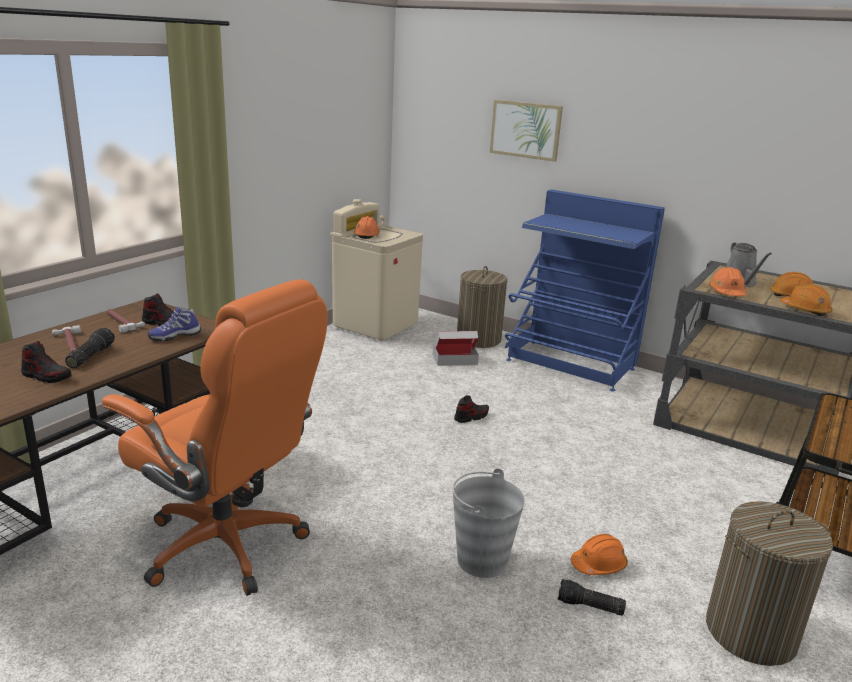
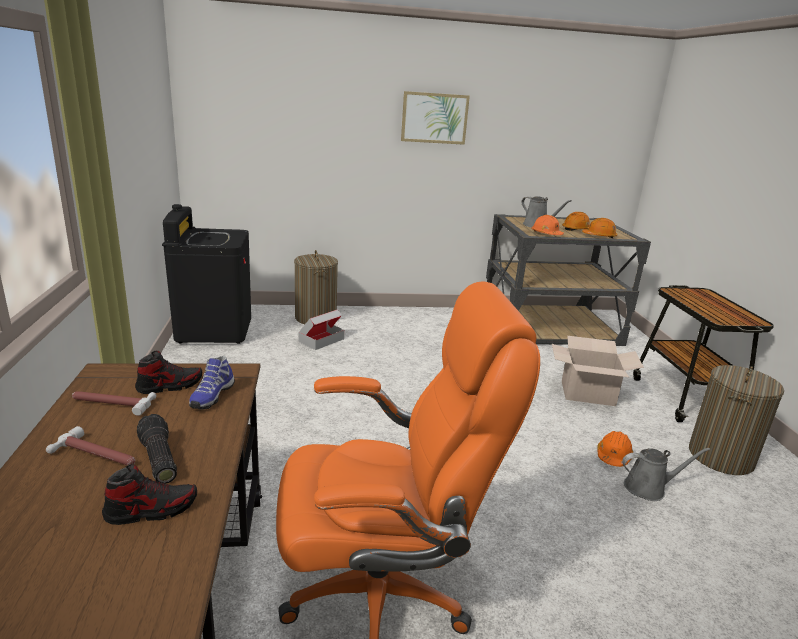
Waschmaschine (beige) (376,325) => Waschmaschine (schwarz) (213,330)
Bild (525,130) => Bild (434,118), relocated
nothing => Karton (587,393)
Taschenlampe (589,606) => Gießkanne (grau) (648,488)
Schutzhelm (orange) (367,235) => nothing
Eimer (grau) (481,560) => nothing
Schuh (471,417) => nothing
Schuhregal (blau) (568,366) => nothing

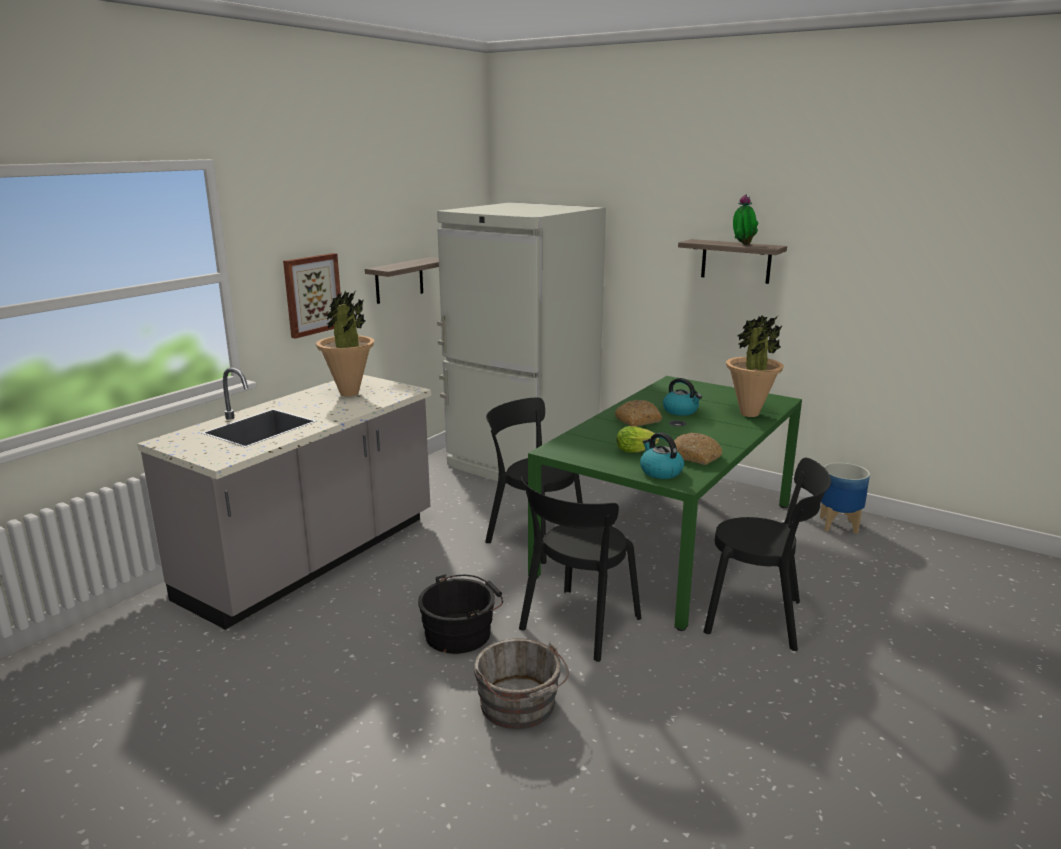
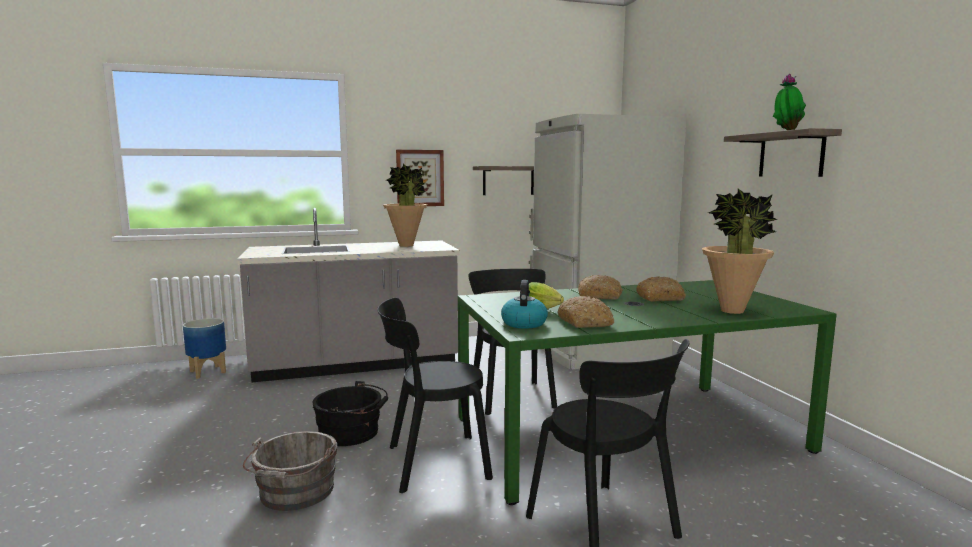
Pflanzkübel (837,525) => Pflanzkübel (207,372), relocated
Wasserkessel (681,411) => Brot (660,298)

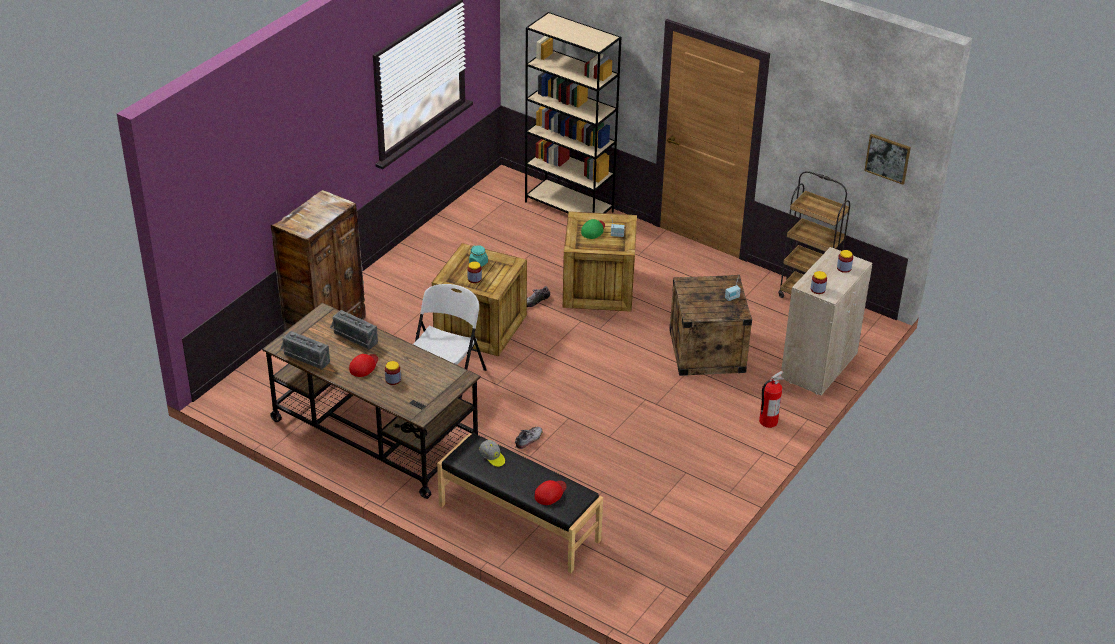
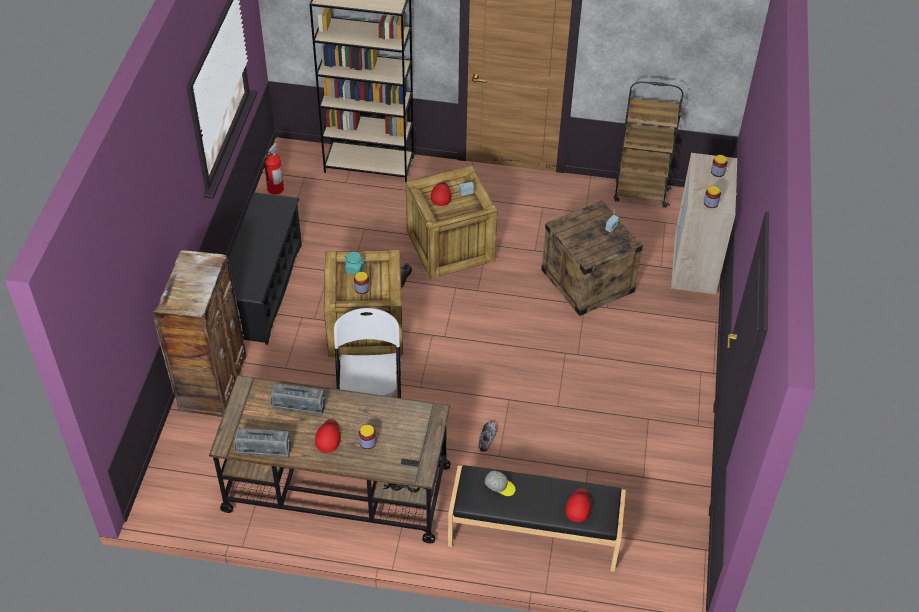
nothing => Schuhregal (schwarz) (263,290)
Feuerlöscher (767,421) => Feuerlöscher (275,189), relocated
Kappe (grün) (593,230) => Kappe (rot) (441,195)
Bild (887,158) => nothing

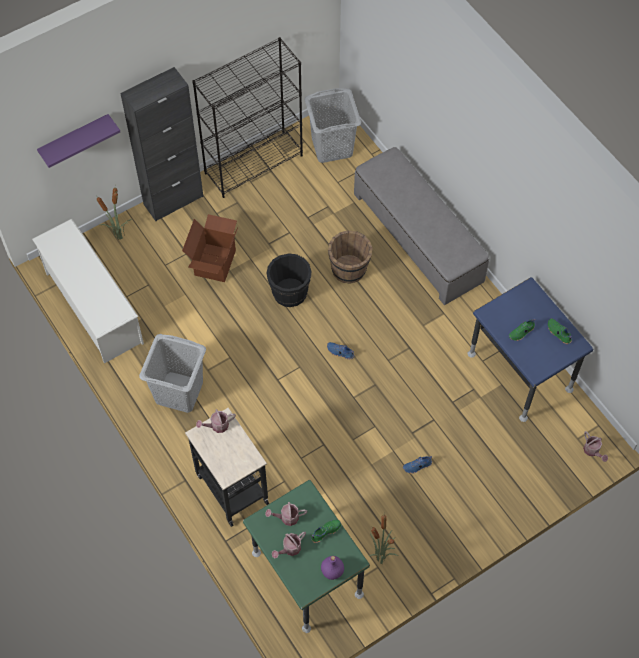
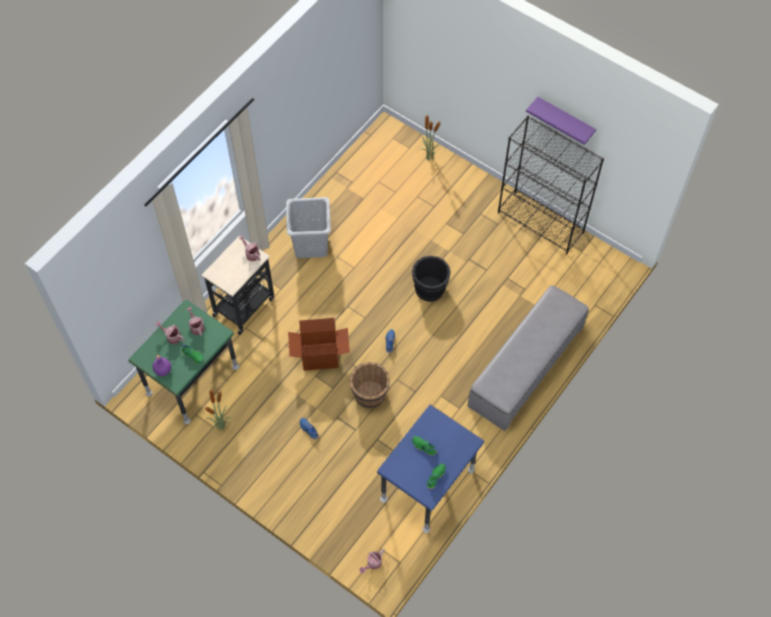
Karton (214,262) => Karton (320,355), relocated
Eimer (braun) (349,269) => Eimer (braun) (370,395), relocated
Wandregal (lila) (75,139) => Wandregal (lila) (565,120), relocated
Schuhregal (weiß) (93,307) => nothing
Schrank (schwarz) (173,200) => nothing
Wäschekorb (grau) (331,147) => nothing

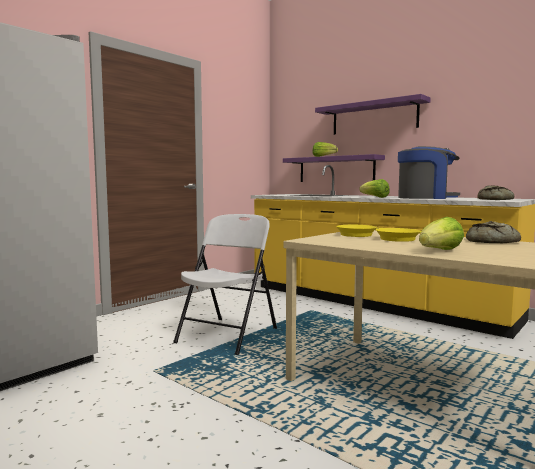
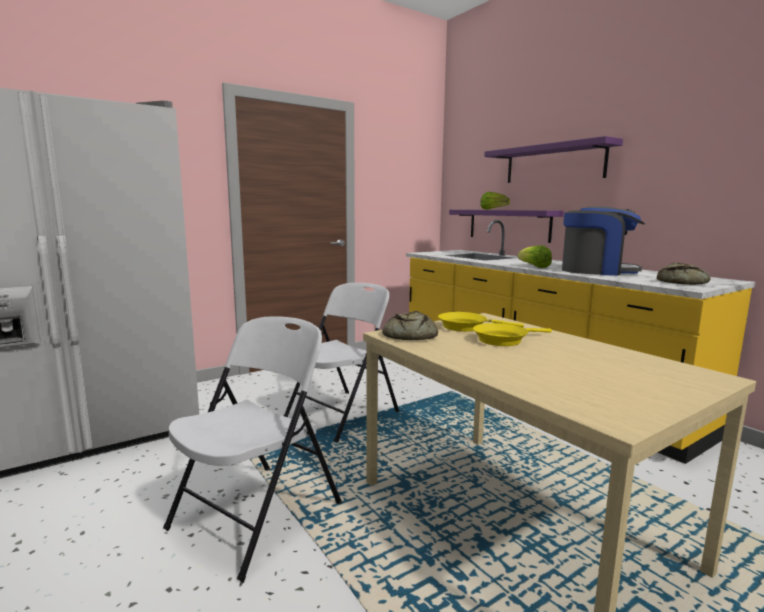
nothing => Stuhl (weiß) (257,516)
Brot (492,242) => Brot (408,335), relocated
Salatkopf (440,251) => nothing

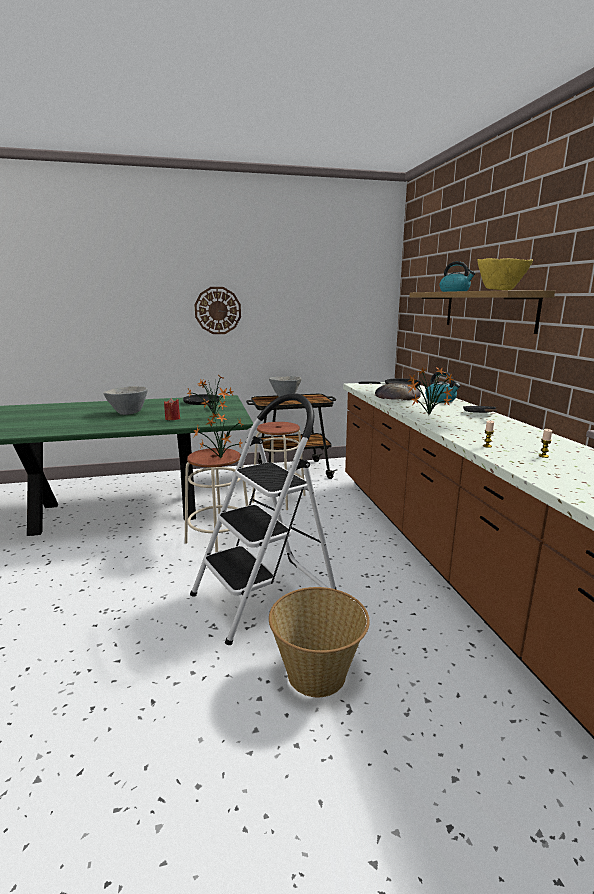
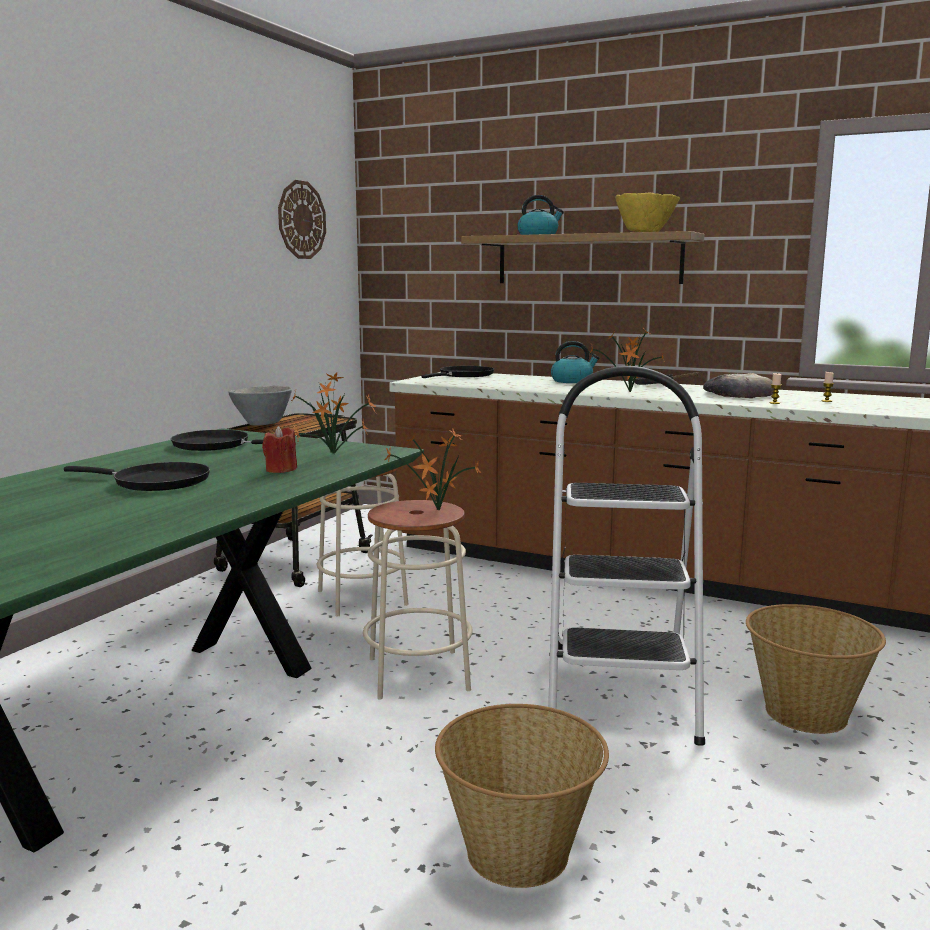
Schüssel (grau) (128,413) => Pfanne (schwarz) (156,482)
Wanduhr (218,310) => Wanduhr (301,220), relocated
nothing => Korb (519,853)
Brot (397,396) => Brot (739,394), relocated

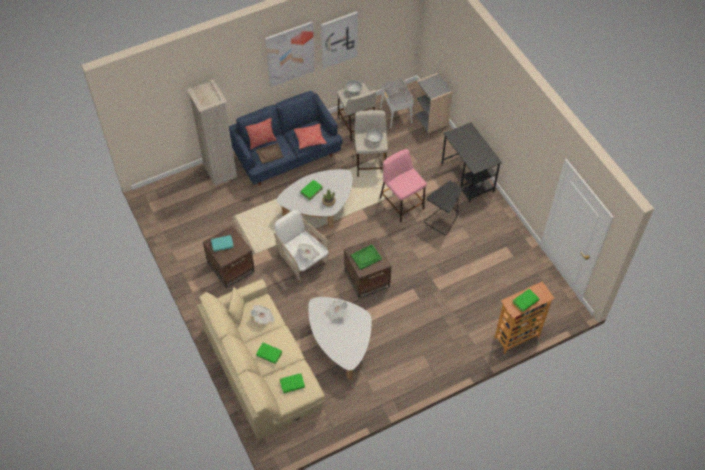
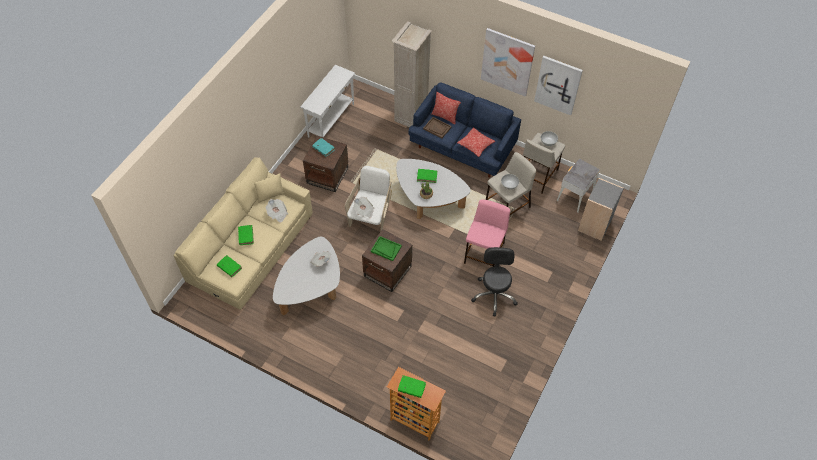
nothing => Konsolentisch (weiß) (331,120)
Beistelltisch (schwarz) (443,219) => Bürostuhl (schwarz) (494,293)
Schreibtisch (schwarz) (468,177) => nothing

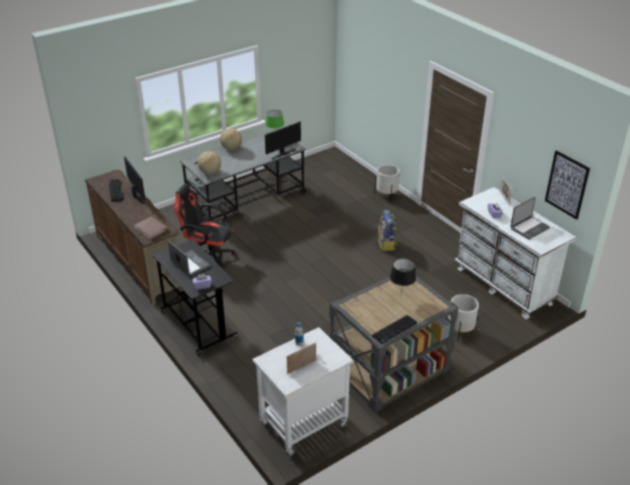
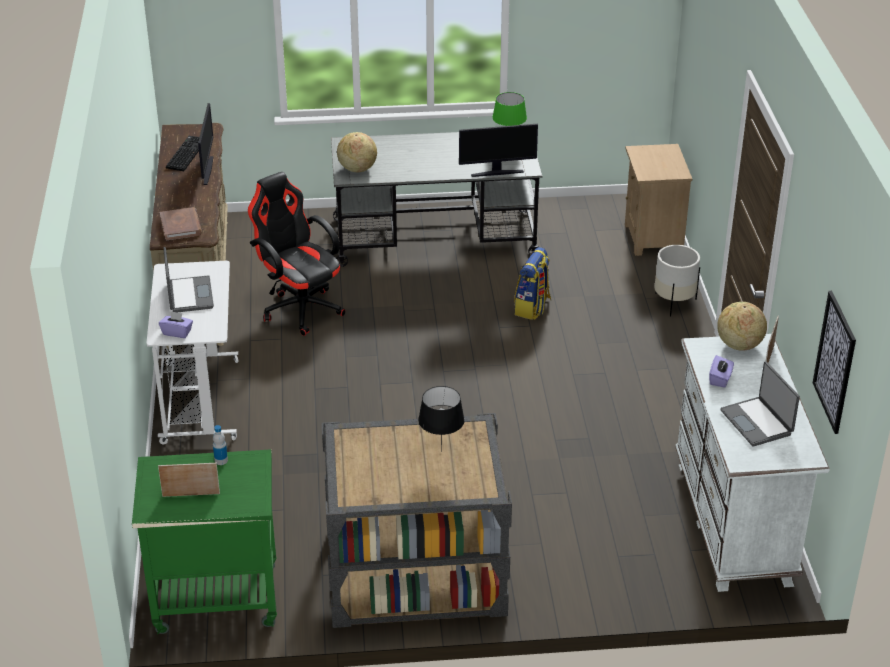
Rollwagen (weiß) (303,425) => Rollwagen (grün) (215,600)
Schreibtisch (schwarz) (198,325) => Schreibtisch (weiß) (200,401)
Rucksack (387,244) => Rucksack (532,308), relocated
nothing => Nachttisch (beige) (651,239)
Globus (231,148) => Globus (739,345), relocated
Laptop (529,228) => Laptop (757,422), 75 degrees clockwise
Tastatur (395,330) => nothing
Pflanzkübel (weiß) (460,331) => nothing

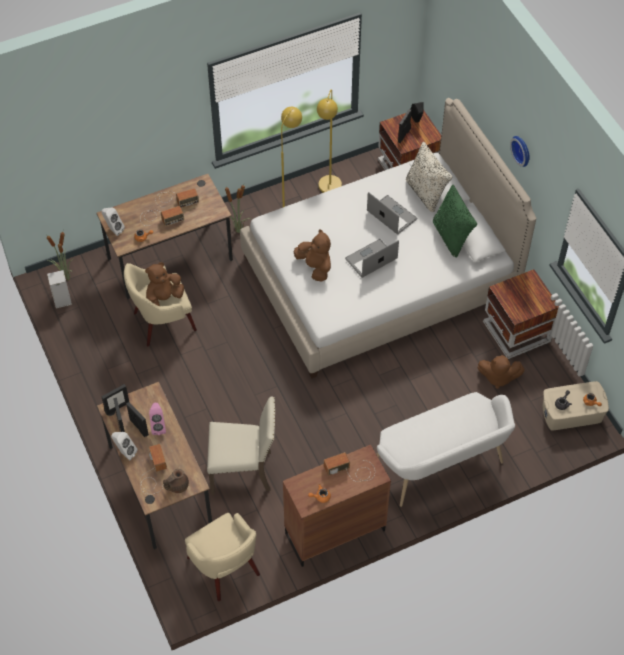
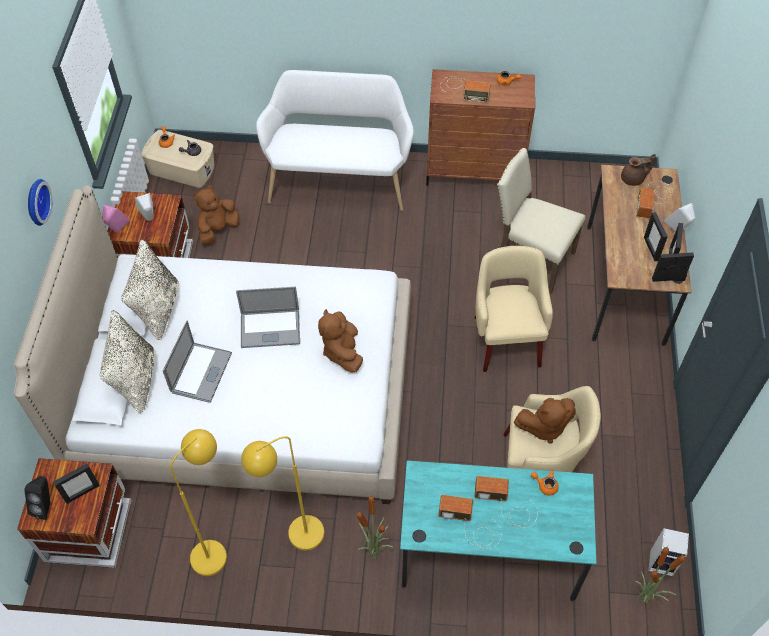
Lautsprecher (rosa) (158,426) => Lautsprecher (rosa) (118,231), relocated
Kissen (grün) (451,238) => Kissen (beige) (159,310)
Lautsprecher (weiß) (113,230) => Lautsprecher (weiß) (150,219), relocated
Laptop (391,215) => Laptop (201,372), 150 degrees counterclockwise
Plüschtier (braun) (498,377) => Plüschtier (braun) (218,229), 90 degrees counterclockwise
Schreibtisch (braun) (170,259) => Schreibtisch (türkis) (488,553)
Sessel (beige) (225,568) => Sessel (beige) (506,339), relocated

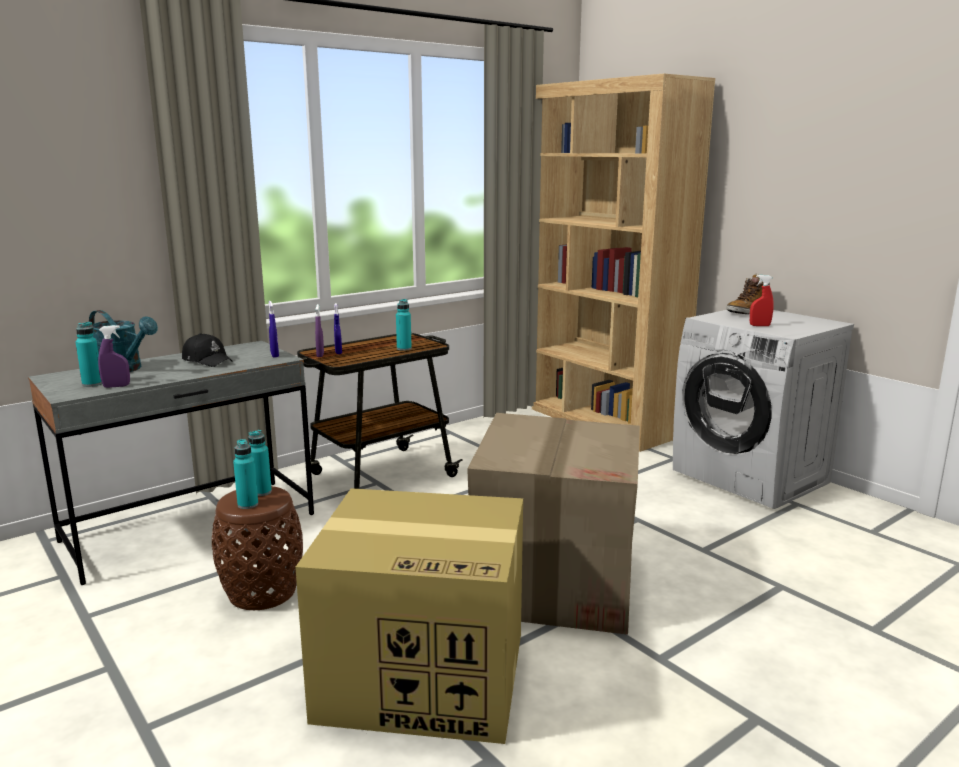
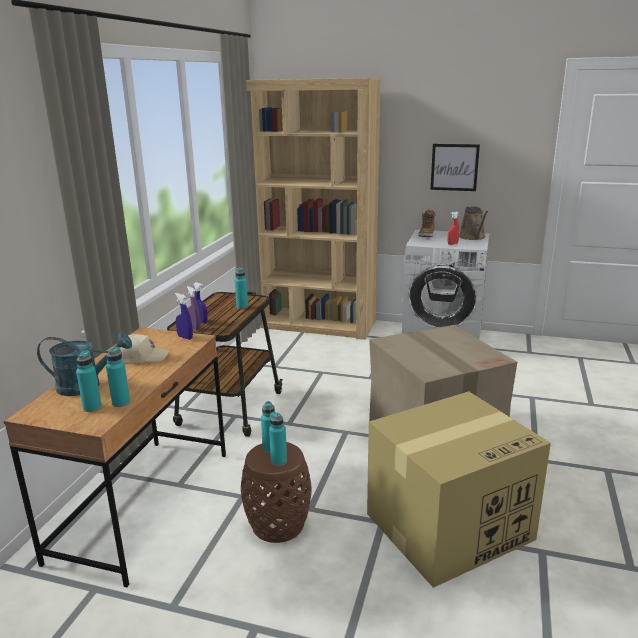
Schreibtisch (grau) (190,528) => Schreibtisch (braun) (144,504)
Sprühflasche (lila) (116,386) => Flasche (türkis) (121,402)
Kappe (schwarz) (207,360) => Kappe (beige) (140,357)
nothing => Bild (454,167)
nothing => Gießkanne (braun) (473,237)

